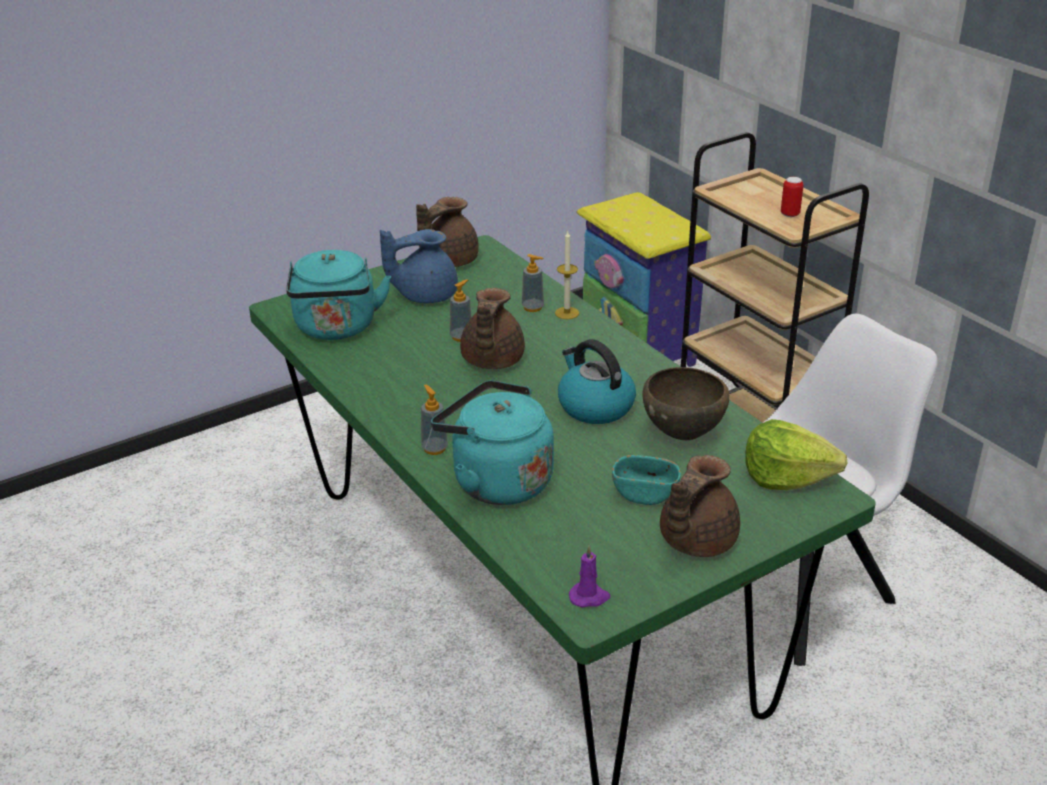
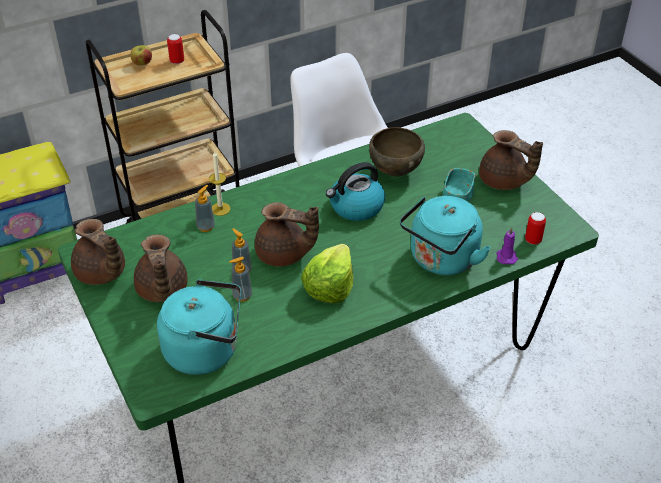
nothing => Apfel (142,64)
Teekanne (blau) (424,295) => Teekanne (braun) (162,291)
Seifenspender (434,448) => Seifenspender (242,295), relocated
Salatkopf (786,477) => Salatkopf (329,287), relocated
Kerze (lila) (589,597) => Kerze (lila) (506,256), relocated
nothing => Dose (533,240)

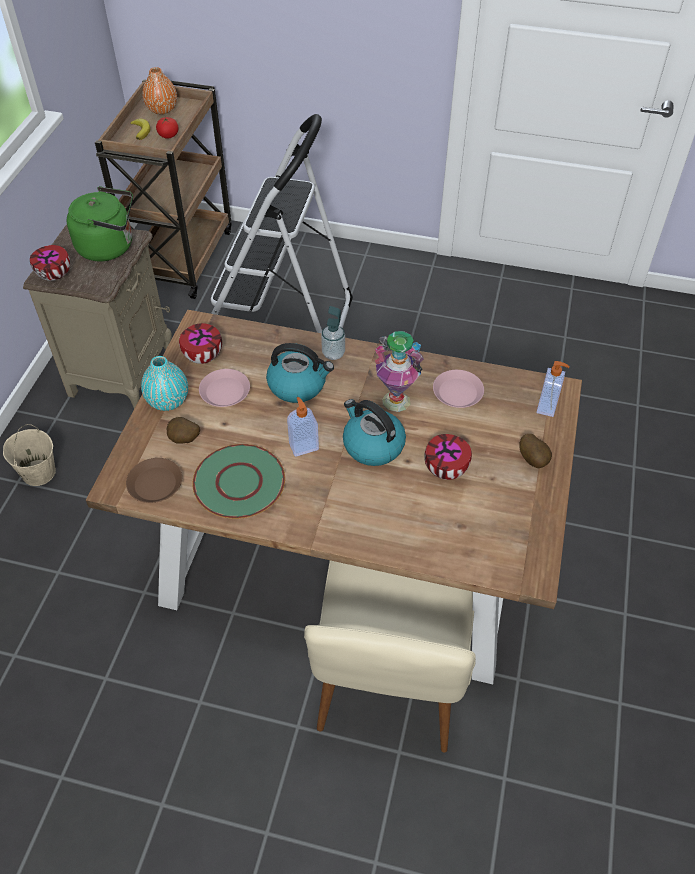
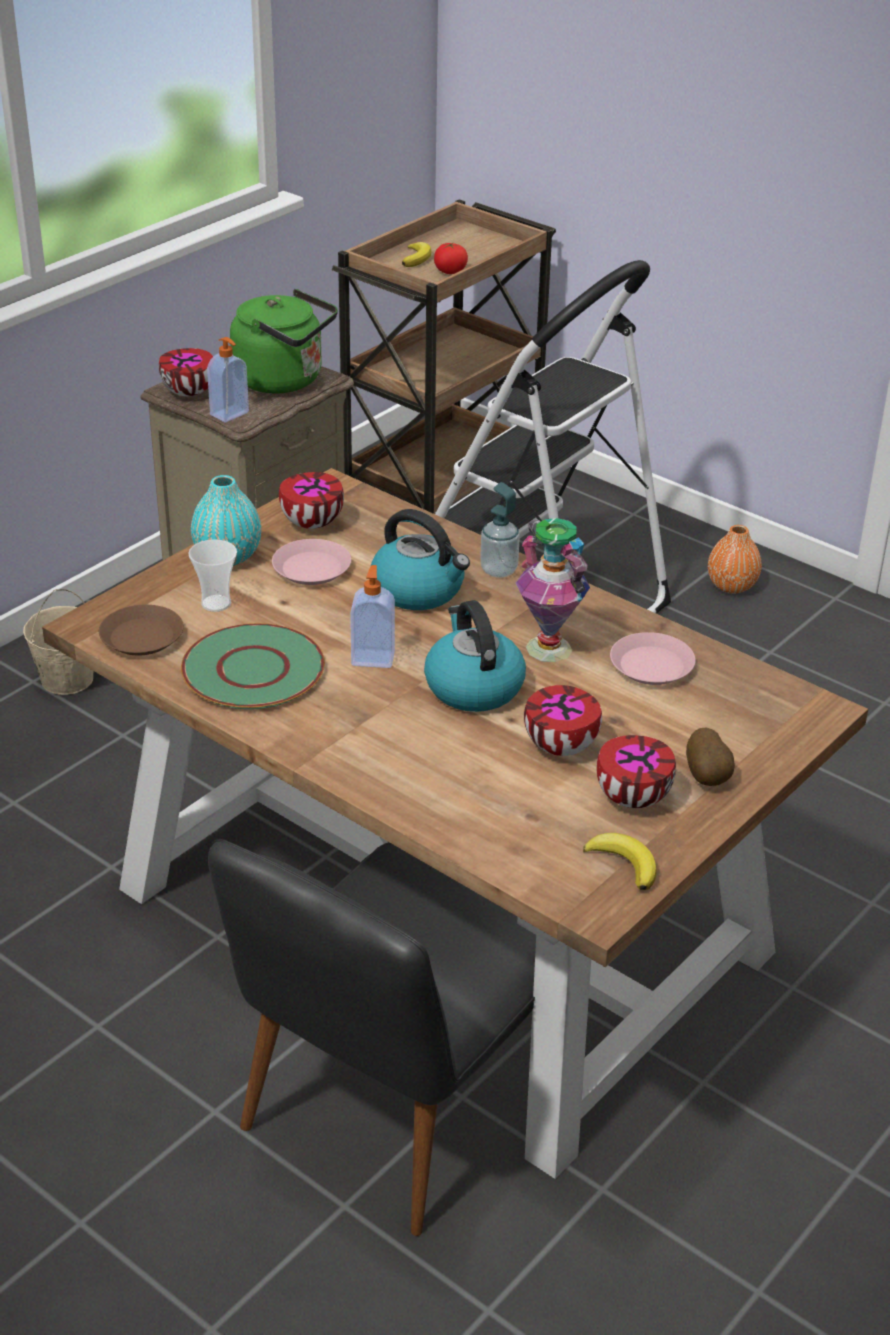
Kartoffel (184,440) => Tasse (216,603)
Seifenspender (547,407) => Seifenspender (230,414), relocated
Stuhl (beige) (391,670) => Stuhl (schwarz) (404,1096)
nothing => Banane (624,864)
nothing => Schüssel (631,796)
Vase (orange) (162,109) => Vase (orange) (732,586), relocated

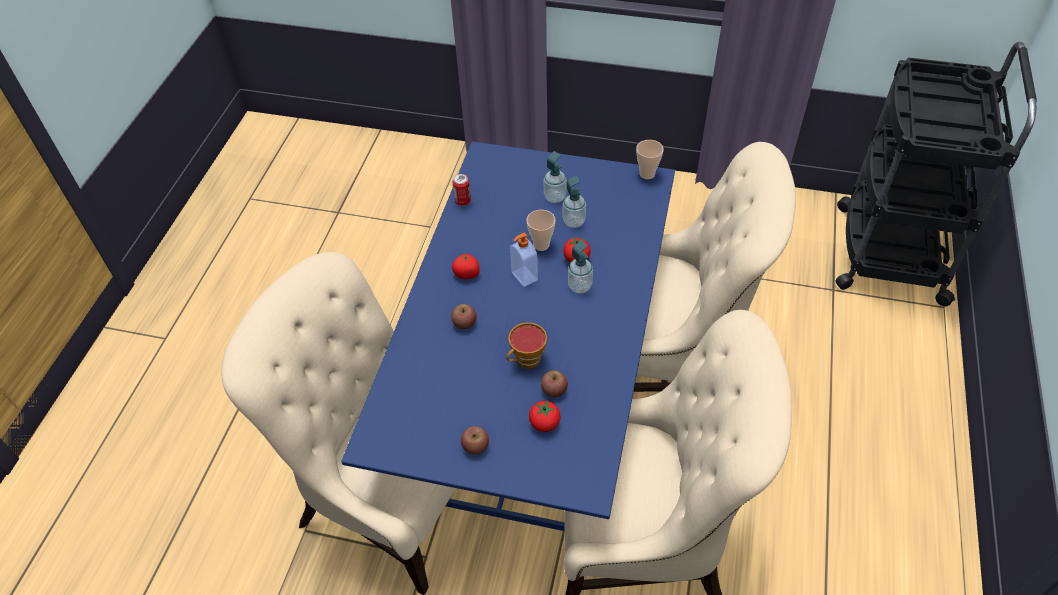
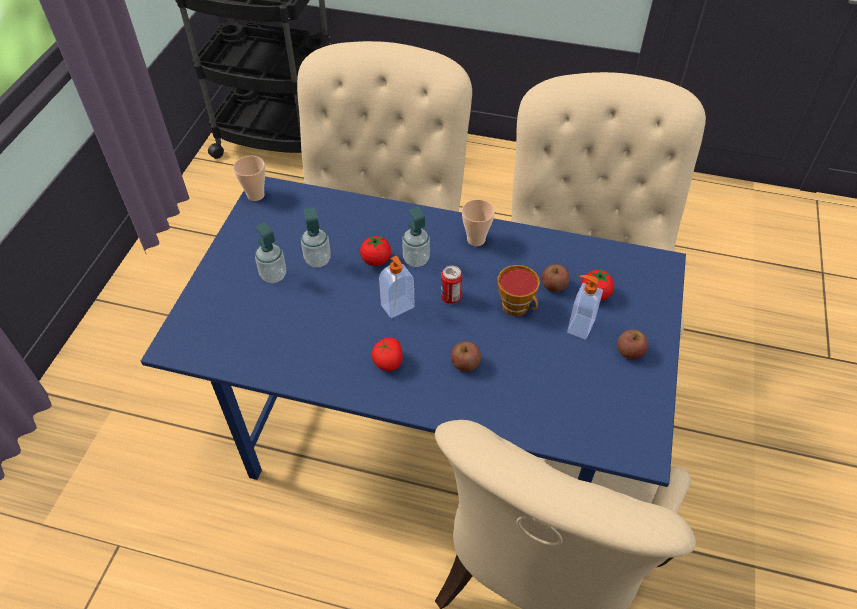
Dose (463,201) => Dose (451,297), relocated
Tasse (541,245) => Tasse (476,240), relocated
nothing => Seifenspender (579,326)

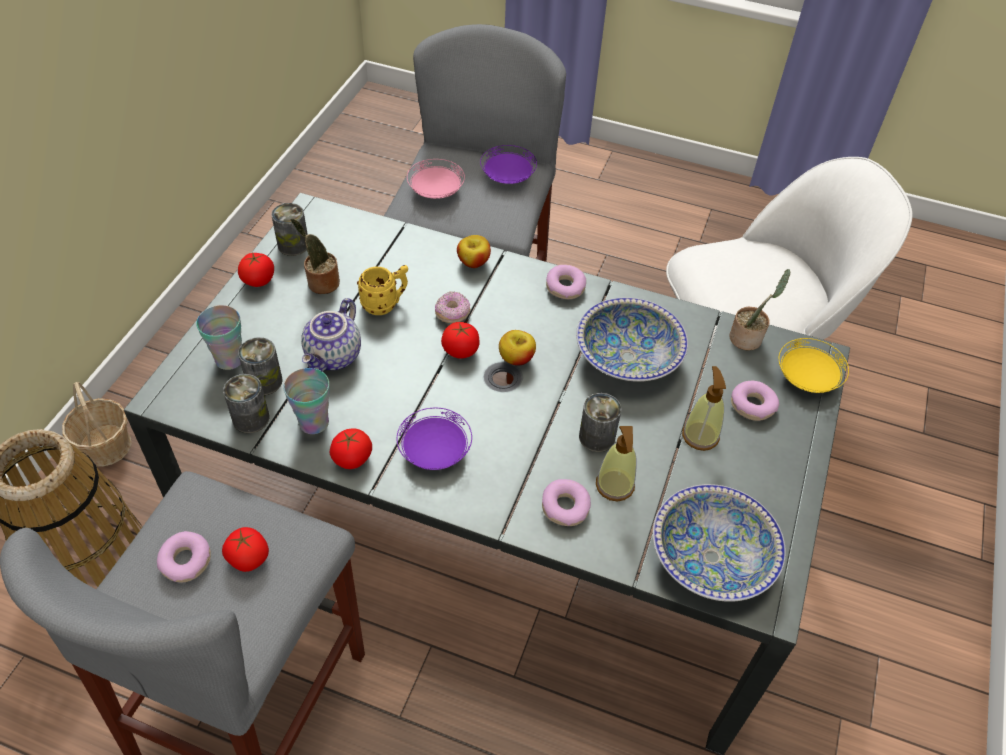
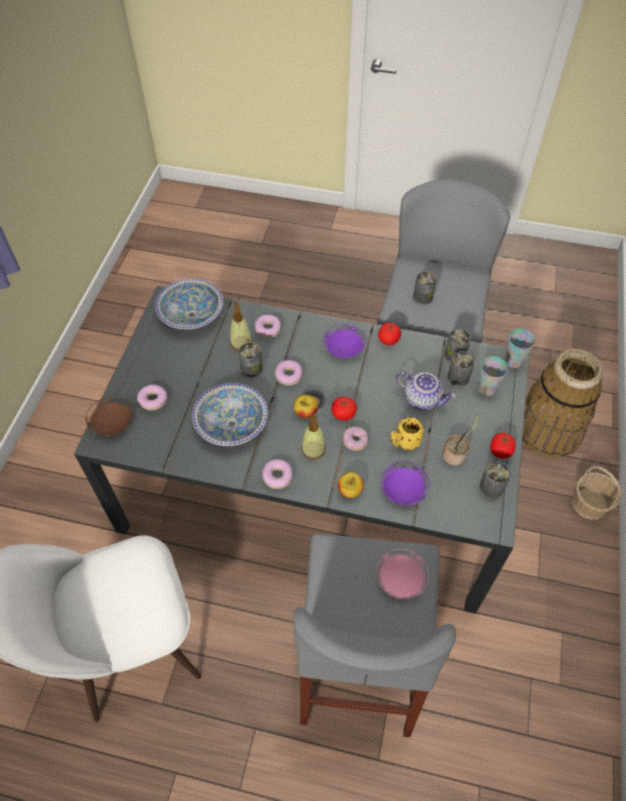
Teller (gelb) (807,378) => Teller (braun) (112,424)
Donut (186,561) => Donut (289,375), relocated
Seifenspender (700,435) => Seifenspender (313,450), relocated
Teller (lila) (508,177) => Teller (lila) (403,490), relocated
Teekanne (334,357) => Teekanne (422,399), 105 degrees clockwise
Tomate (249,558) => Dose (423,297)
Tasse (314,423) => Tasse (513,361), relocated
Topfpflanze (748,338) => nothing

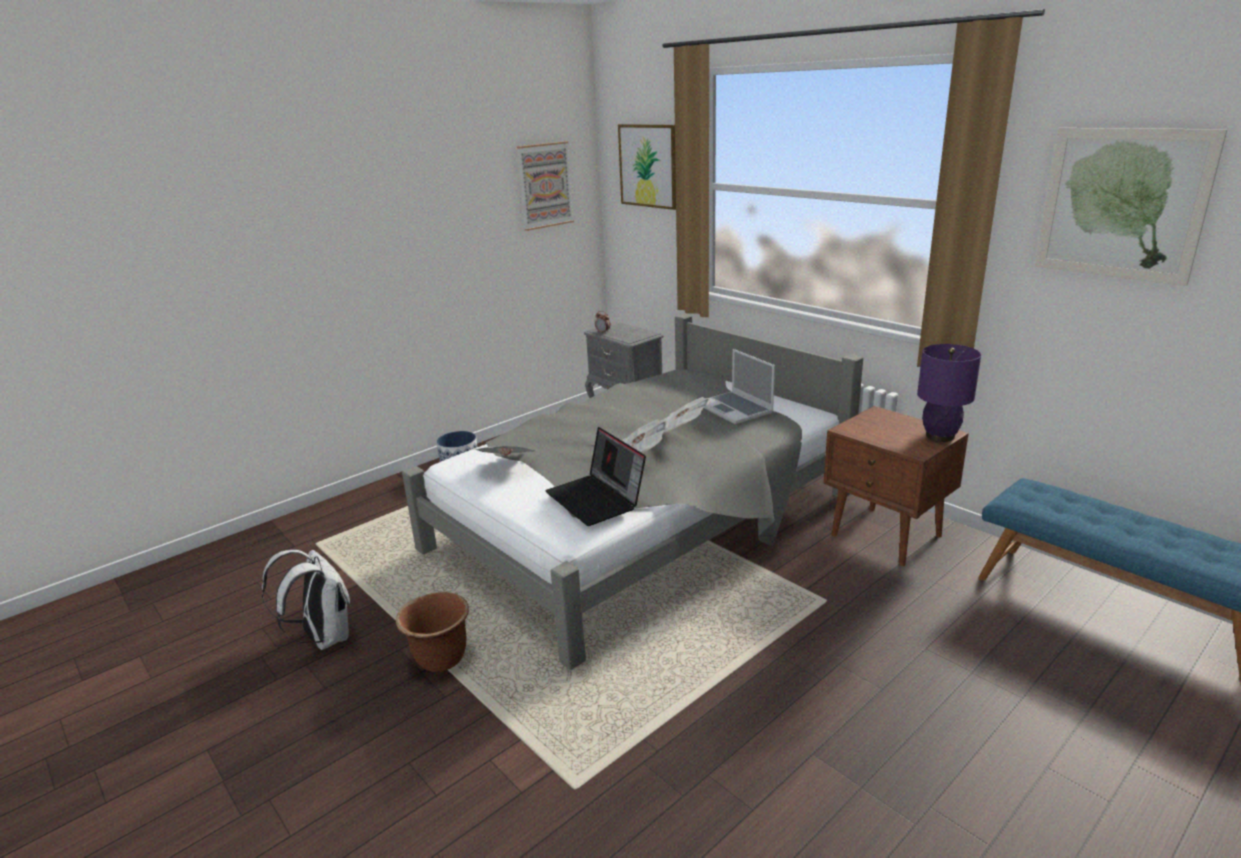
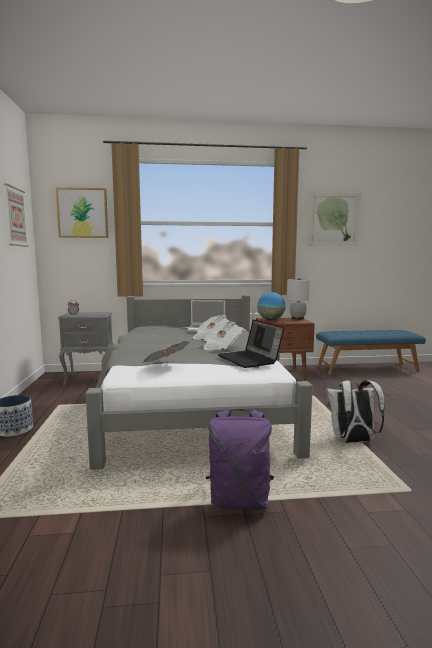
Pflanzkübel (braun) (440,659) => Rucksack (lila) (239,501)
Laptop (597,499) => Laptop (250,359), 60 degrees clockwise
nothing => Globus (270,320)
Tischlampe (lila) (939,436) => Tischlampe (weiß) (297,318)
Rucksack (weiß) (323,638) => Rucksack (weiß) (352,441), relocated

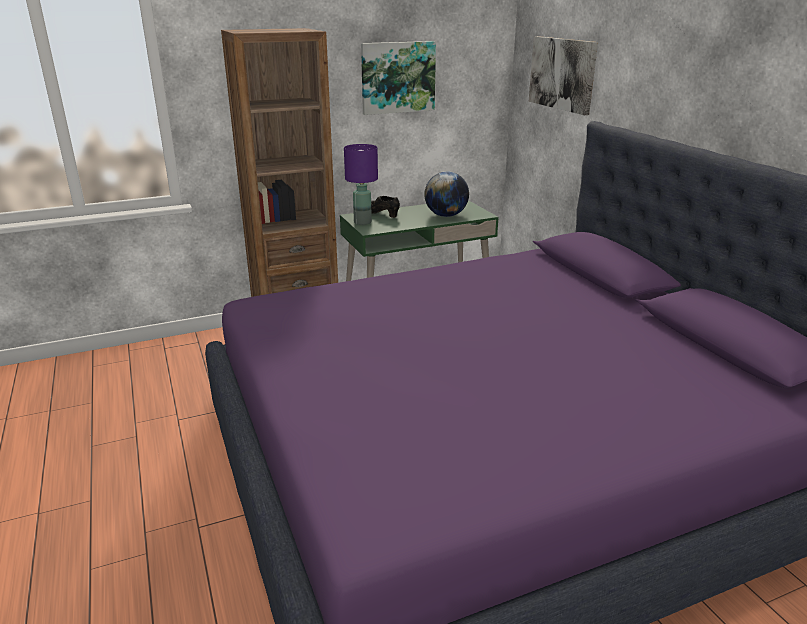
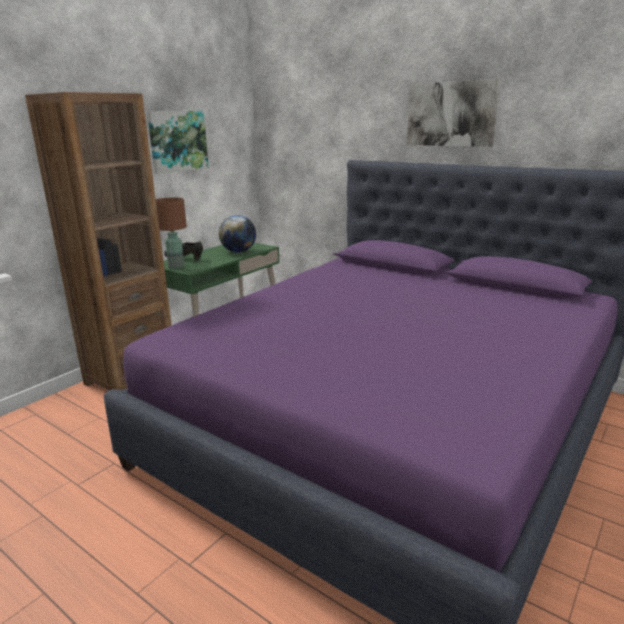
Tischlampe (lila) (362,222) => Tischlampe (braun) (176,267)
Bild (562,74) => Bild (451,114), relocated

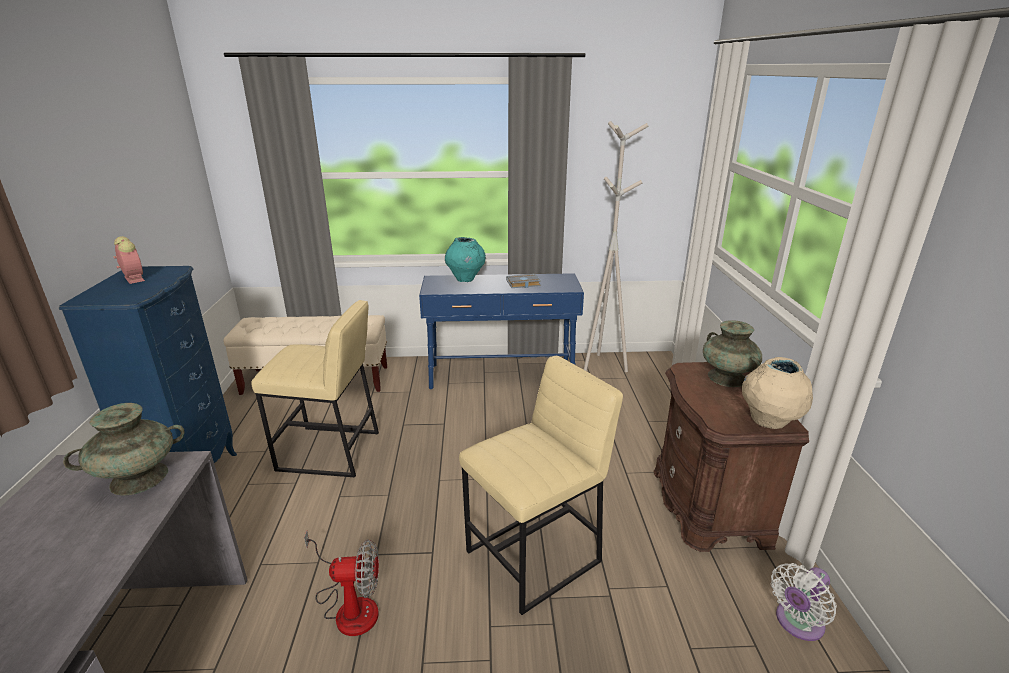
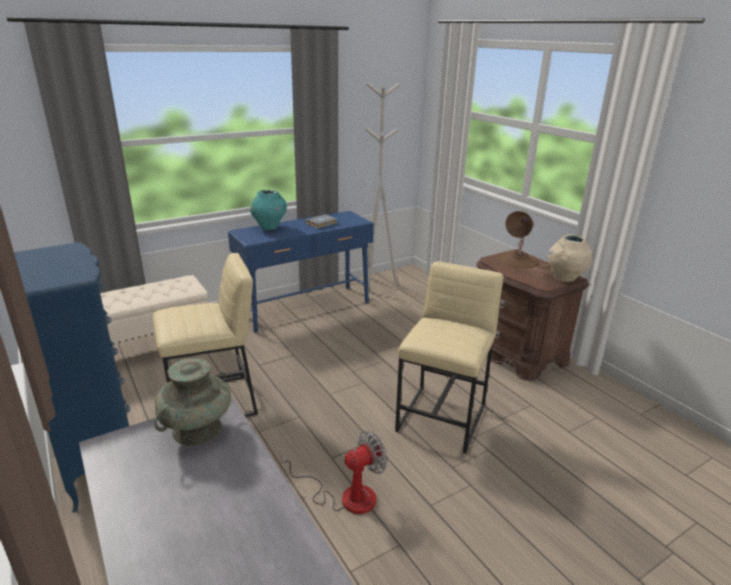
Vase (türkis) (727,378) => Tischlampe (braun) (518,260)
Wecker (133,278) => nothing
Ventilator (weiß) (797,623) => nothing

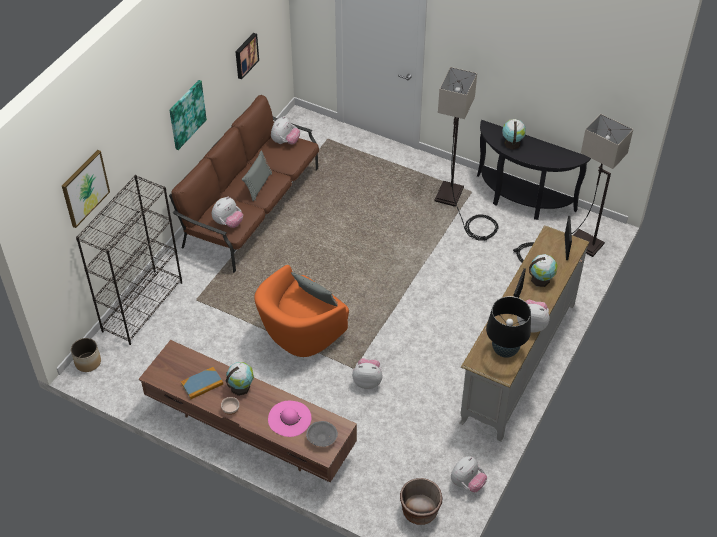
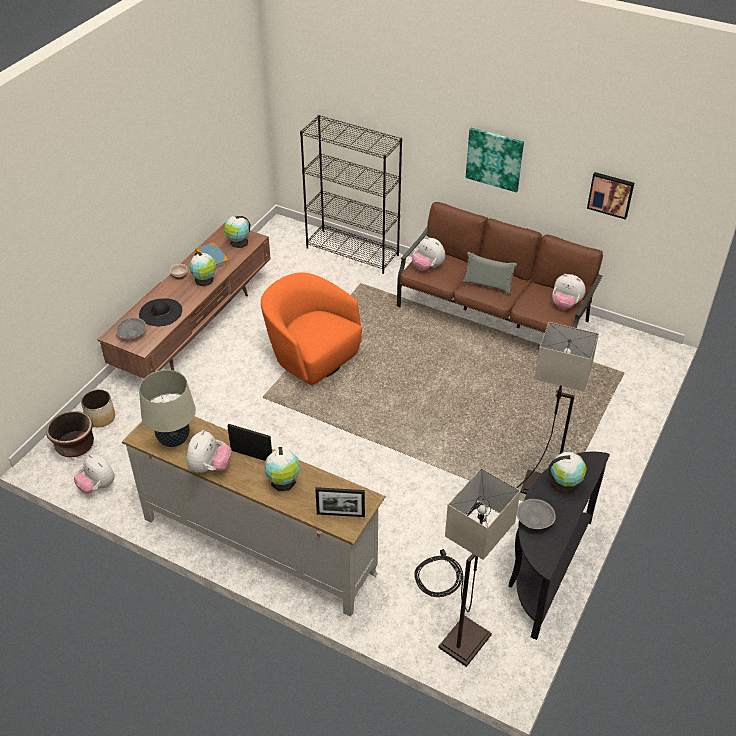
Pflanzkübel (88,362) => Pflanzkübel (101,418), relocated
Hut (rosa) (289,418) => Hut (schwarz) (160,312)
Tischlampe (schwarz) (505,350) => Tischlampe (beige) (174,439)
nothing => Globus (238,243)
nothing => Schüssel (grau) (534,520)
Bild (85,188) => nothing
Kissen (grau) (315,298) => nothing
Plüschtier (367,381) => nothing

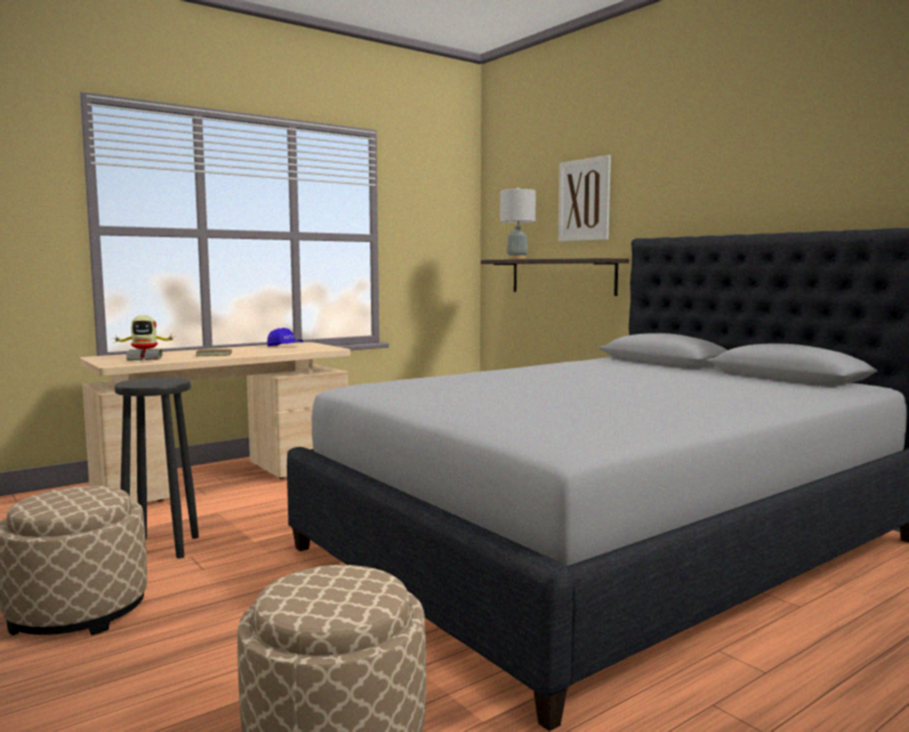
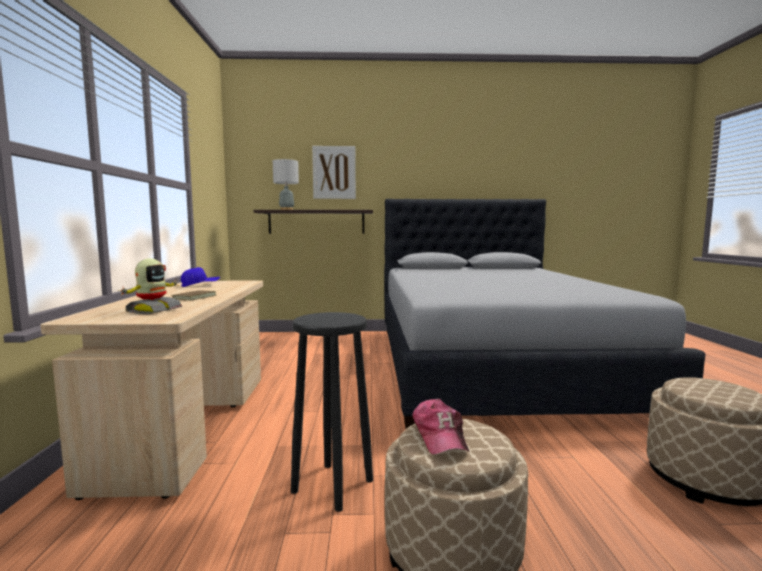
nothing => Kappe (440,436)

